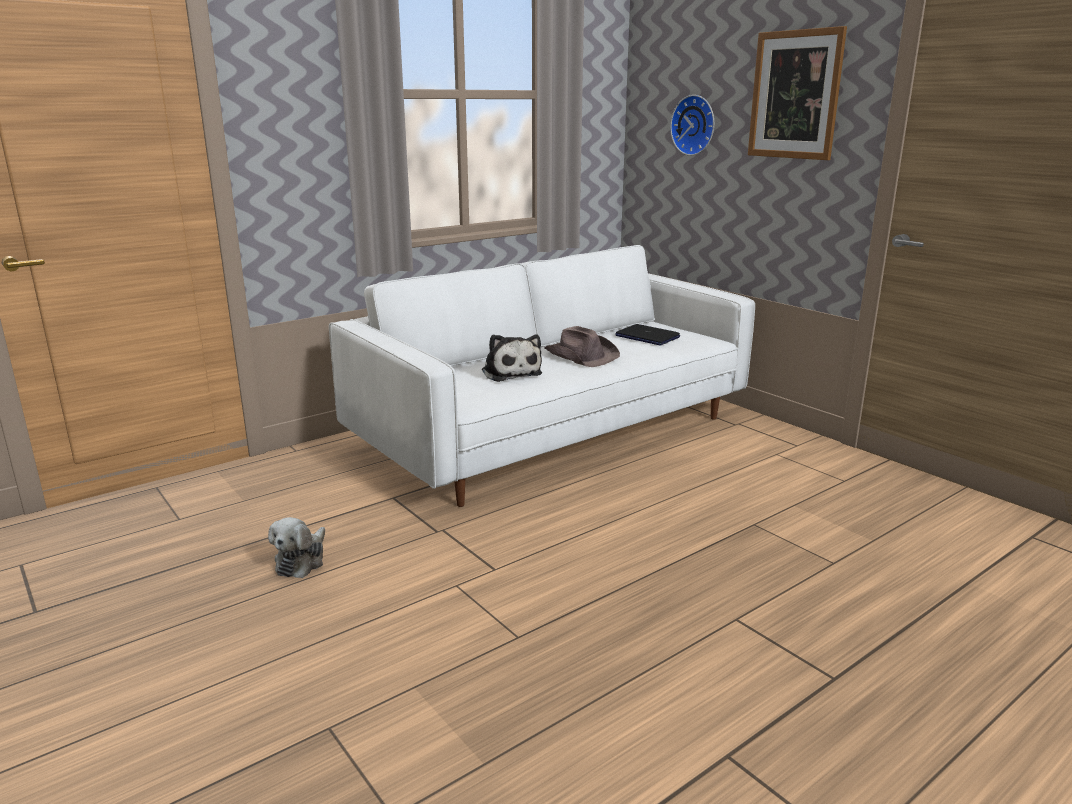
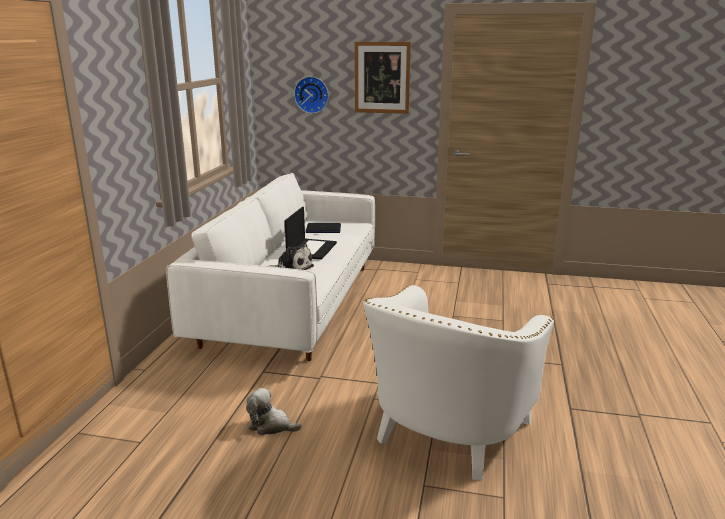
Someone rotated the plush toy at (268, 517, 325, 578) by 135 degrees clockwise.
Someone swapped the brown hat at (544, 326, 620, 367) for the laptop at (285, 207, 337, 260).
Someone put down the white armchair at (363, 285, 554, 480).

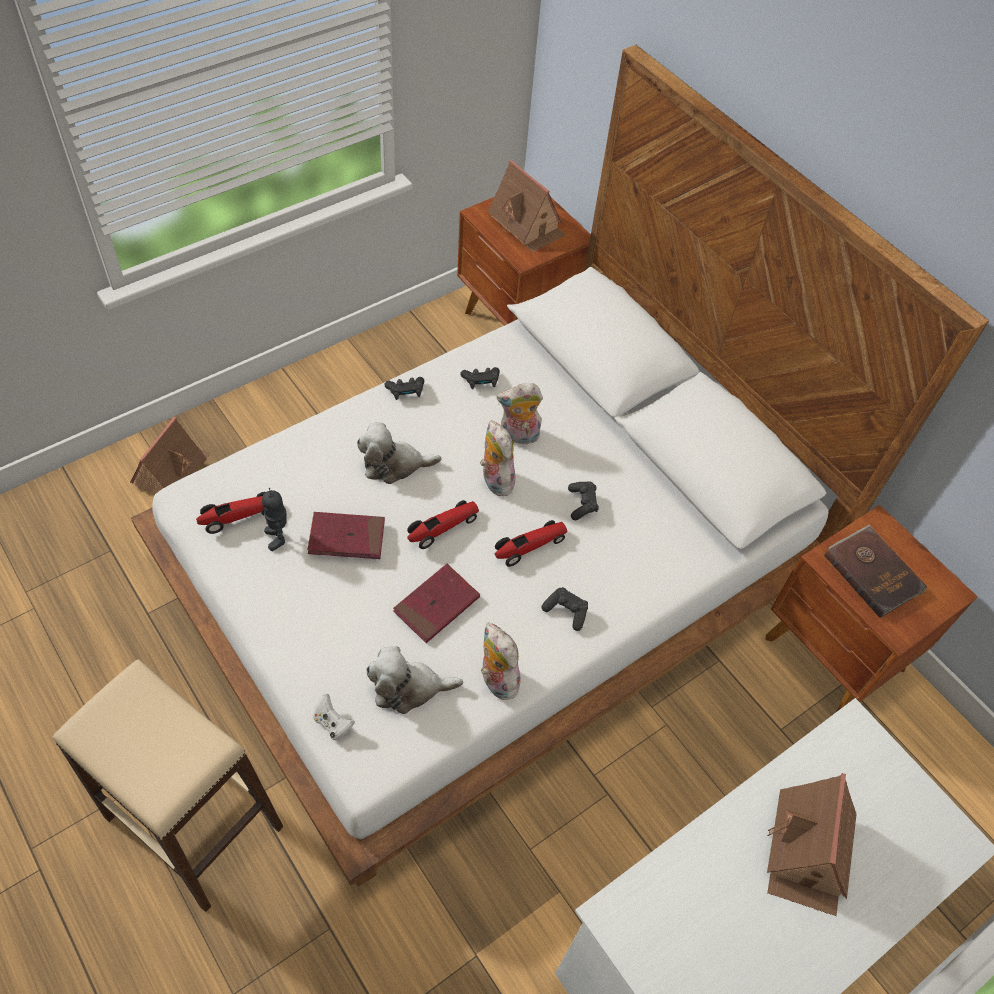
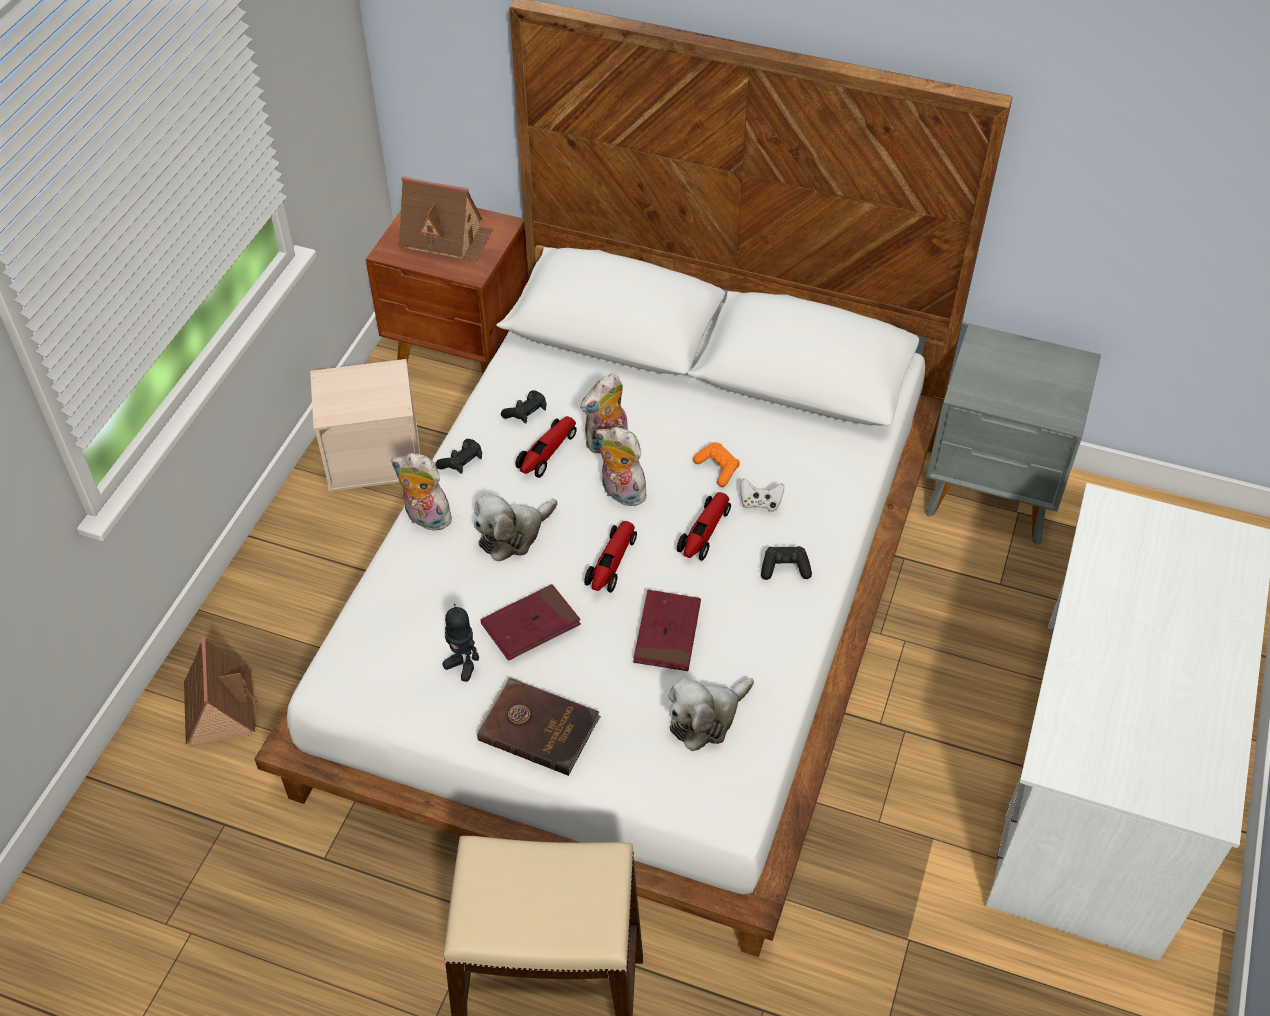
Someone carried the toy car from (196, 492, 266, 534) to (515, 416, 577, 478).
Someone carried the white game controller from (313, 694, 355, 741) to (740, 478, 784, 512).
Someone carried the plush toy from (481, 622, 521, 700) to (391, 453, 454, 531).
Someone repainted the black game controller at (568, 481, 599, 520), which became the orange game controller at (693, 442, 740, 487).
Someone repainted the brown nightstand at (766, 505, 978, 711), which became the grey nightstand at (925, 323, 1101, 545).
Someone took away the toy house at (767, 773, 857, 916).
Someone carried the brown book from (824, 525, 927, 618) to (477, 676, 601, 776).
Someone put down the beige storage box at (310, 359, 420, 492).

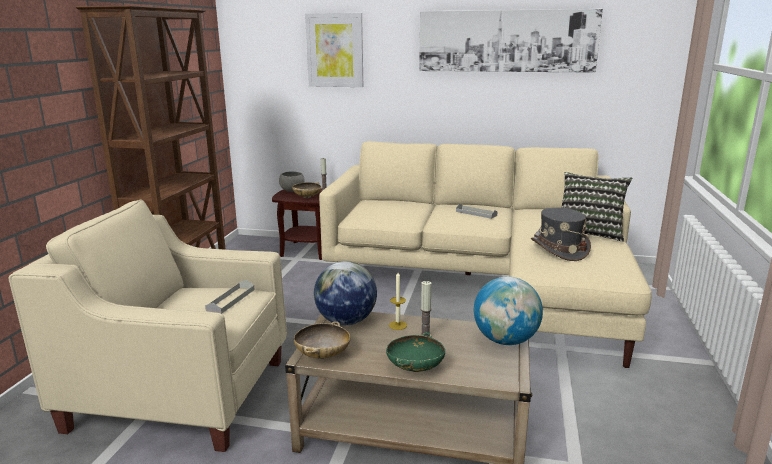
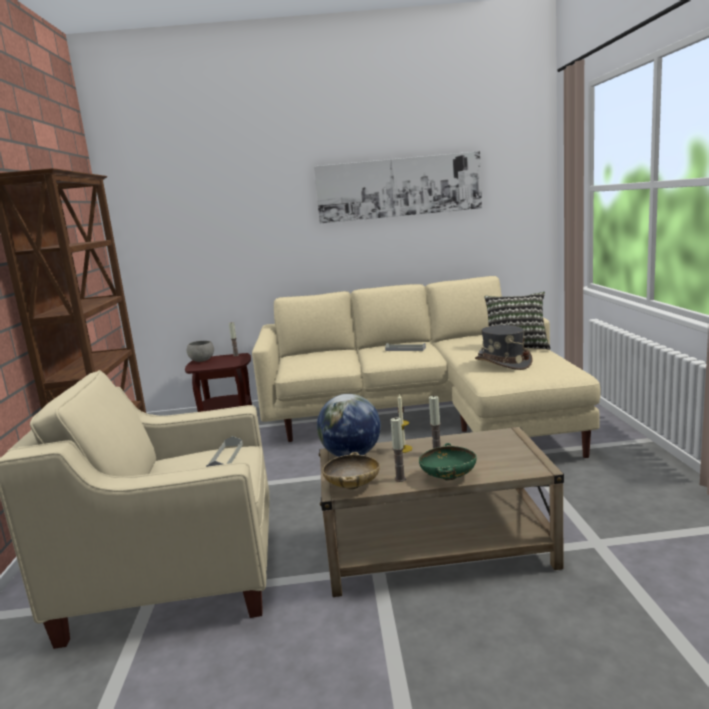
Someone took away the beige bowl at (292, 182, 322, 198).
Someone took away the picture at (305, 13, 363, 87).
Someone took away the globe at (474, 277, 543, 345).
Someone put down the candle at (391, 418, 406, 482).

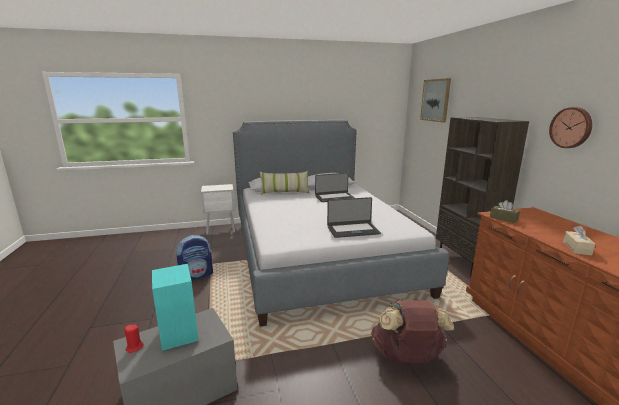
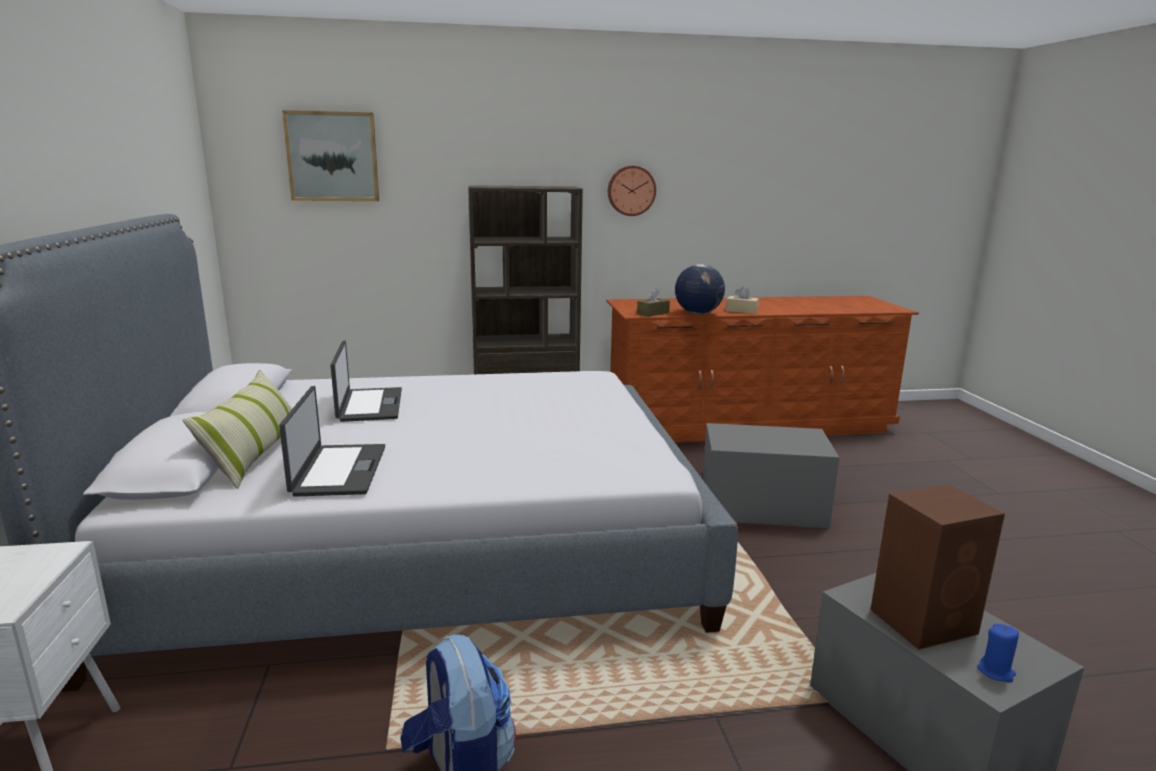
Someone repainted the red candle at (125, 324, 144, 353), which became the blue candle at (977, 624, 1019, 682).
Someone repainted the turquoise speaker at (152, 264, 199, 351), which became the brown speaker at (870, 484, 1005, 650).
Someone carried the laptop from (327, 197, 381, 238) to (279, 386, 385, 497).
Someone swapped the brown backpack at (371, 299, 454, 363) for the grey storage box at (703, 423, 840, 528).
Someone put down the globe at (675, 264, 725, 314).

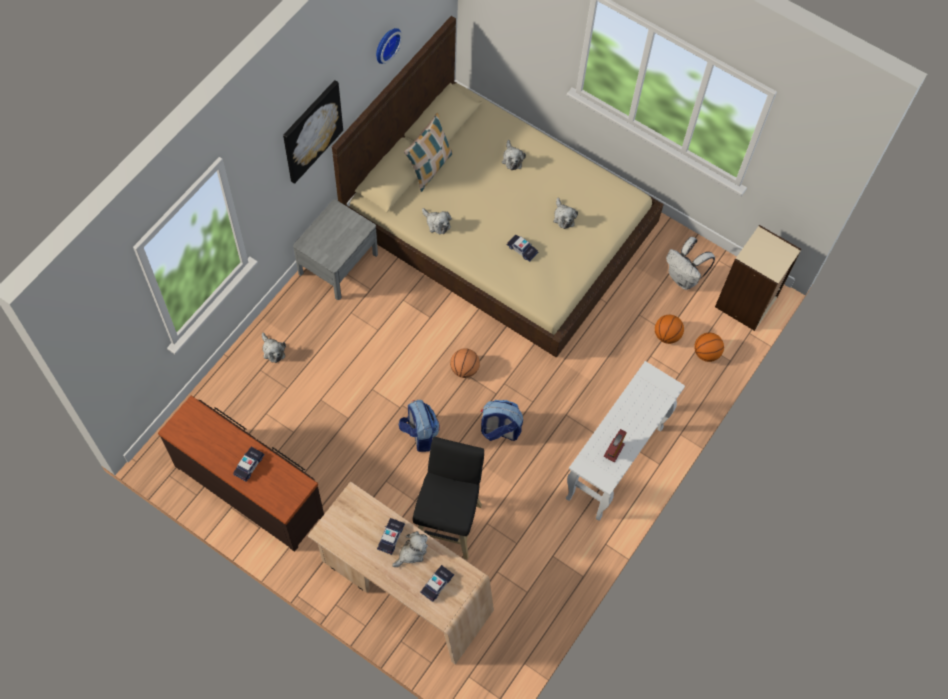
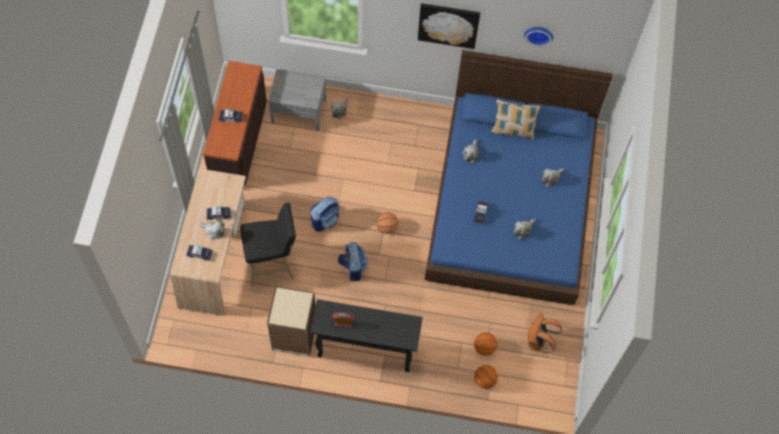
Someone carried the grey nightstand from (293, 199, 378, 300) to (269, 69, 326, 131).
Someone repainted the beige bed at (332, 16, 664, 358), which became the blue bed at (425, 50, 613, 305).
Someone repainted the white console table at (566, 361, 685, 521), which became the black console table at (310, 299, 423, 372).
Someone repainted the white backpack at (666, 237, 715, 290), which became the orange backpack at (528, 313, 562, 353).
Someone carried the beige bookcase from (715, 225, 802, 331) to (267, 287, 316, 357).

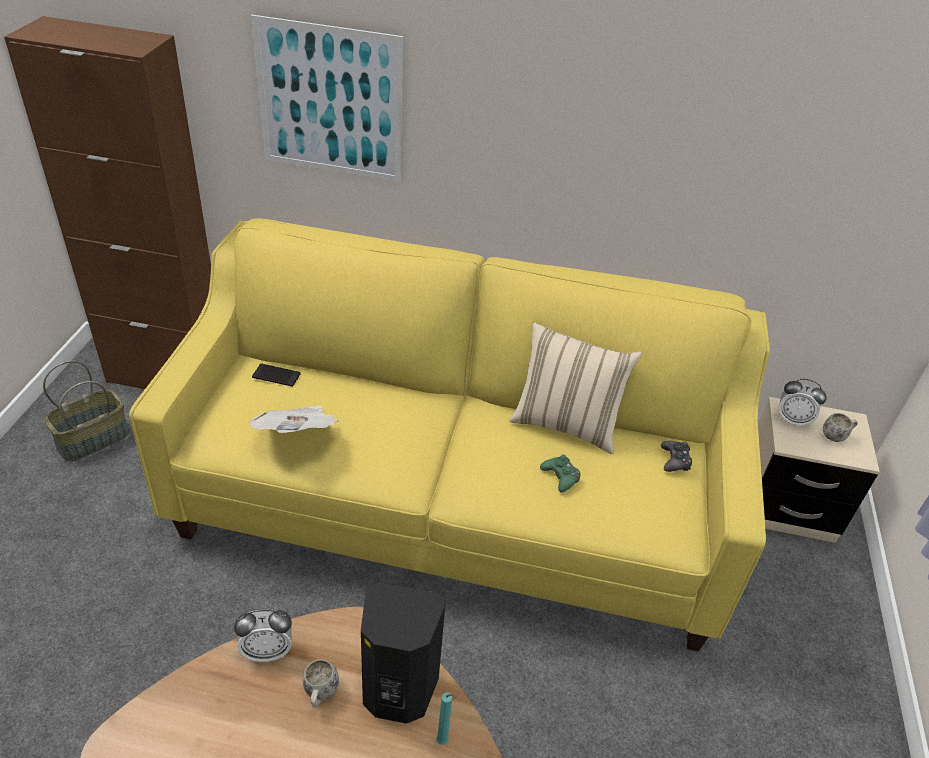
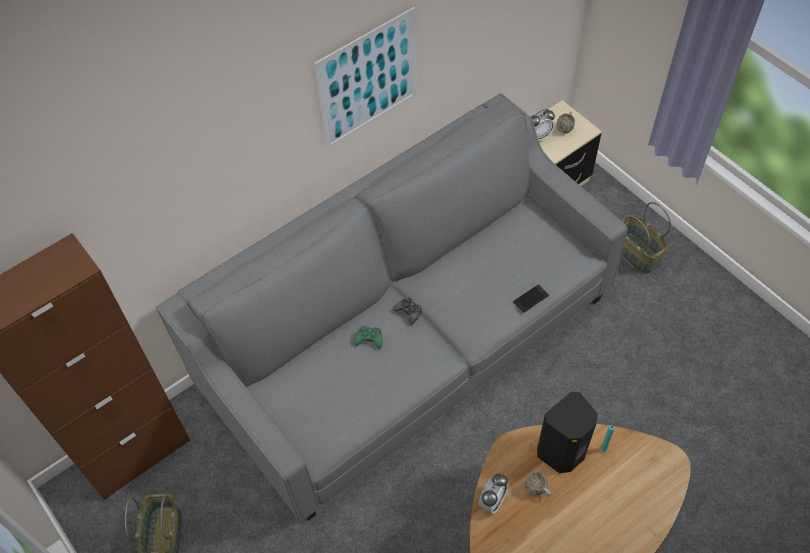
Someone repainted the yellow sofa at (129, 218, 770, 651), which became the grey sofa at (156, 93, 628, 522).
Someone took away the newspaper at (249, 405, 339, 433).
Someone carried the picture from (251, 15, 403, 182) to (314, 7, 417, 149).
Someone carried the phone from (252, 364, 301, 387) to (514, 284, 549, 313).
Someone took away the beige pillow at (509, 323, 642, 454).
Someone carried the green game controller from (540, 455, 581, 493) to (354, 326, 383, 349).
Someone carried the black game controller from (661, 441, 692, 472) to (393, 297, 422, 325).
Someone put down the basket at (622, 202, 671, 274).

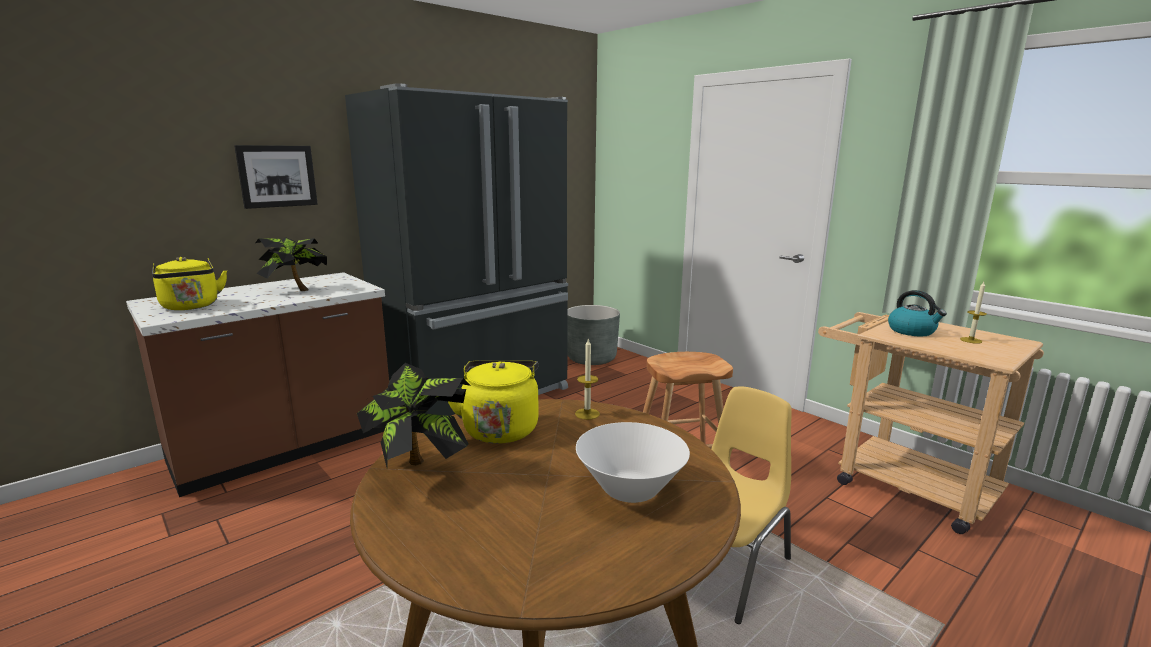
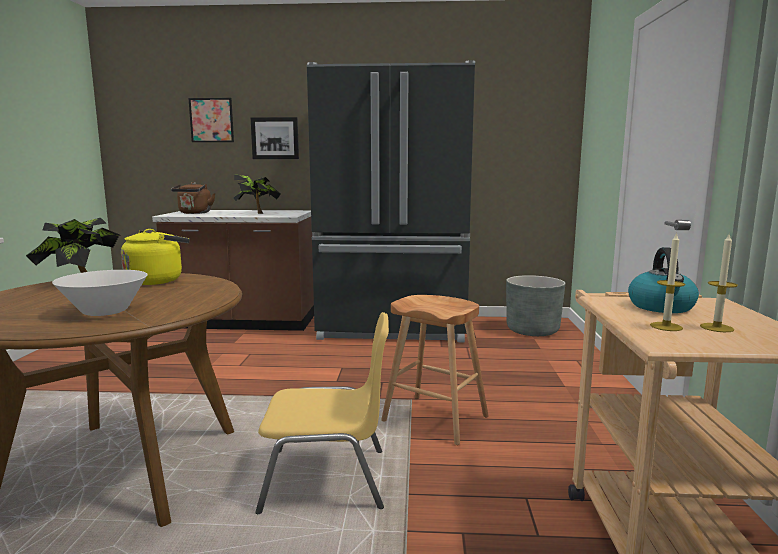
Someone repainted the yellow kettle at (152, 257, 227, 310), which became the brown kettle at (171, 182, 216, 214).
Someone carried the candle from (575, 338, 600, 420) to (650, 232, 685, 331).
Someone put up the picture at (189, 98, 234, 142).

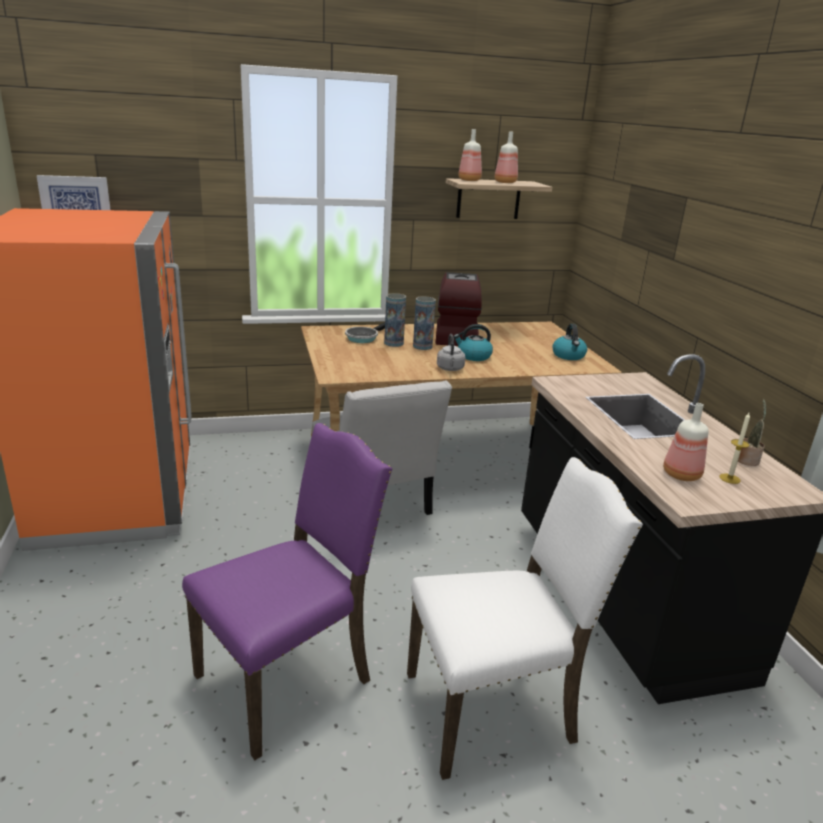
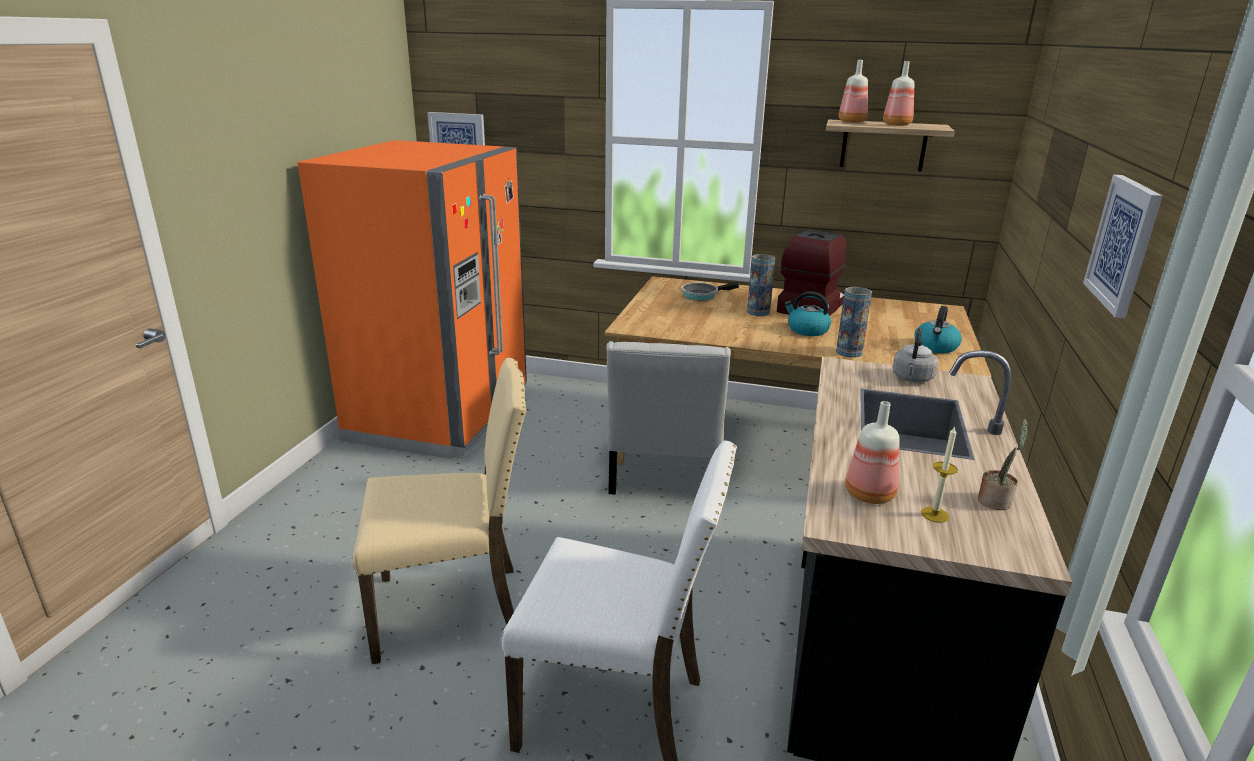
Someone repainted the purple chair at (182, 423, 392, 760), which became the beige chair at (353, 358, 527, 664).
Someone carried the vase from (384, 294, 406, 347) to (836, 287, 872, 358).
Someone carried the grey kettle from (437, 334, 465, 371) to (892, 328, 938, 382).
Someone put up the picture at (1083, 175, 1163, 318).

